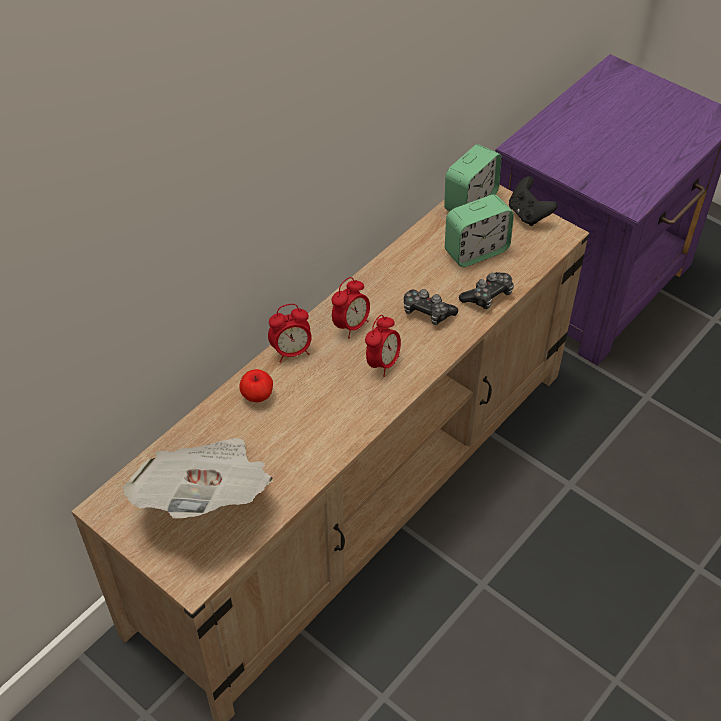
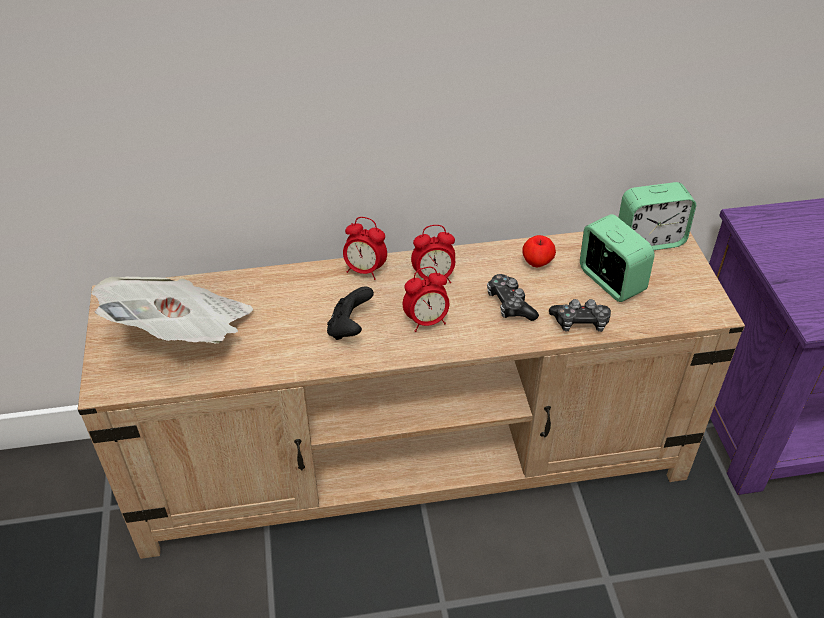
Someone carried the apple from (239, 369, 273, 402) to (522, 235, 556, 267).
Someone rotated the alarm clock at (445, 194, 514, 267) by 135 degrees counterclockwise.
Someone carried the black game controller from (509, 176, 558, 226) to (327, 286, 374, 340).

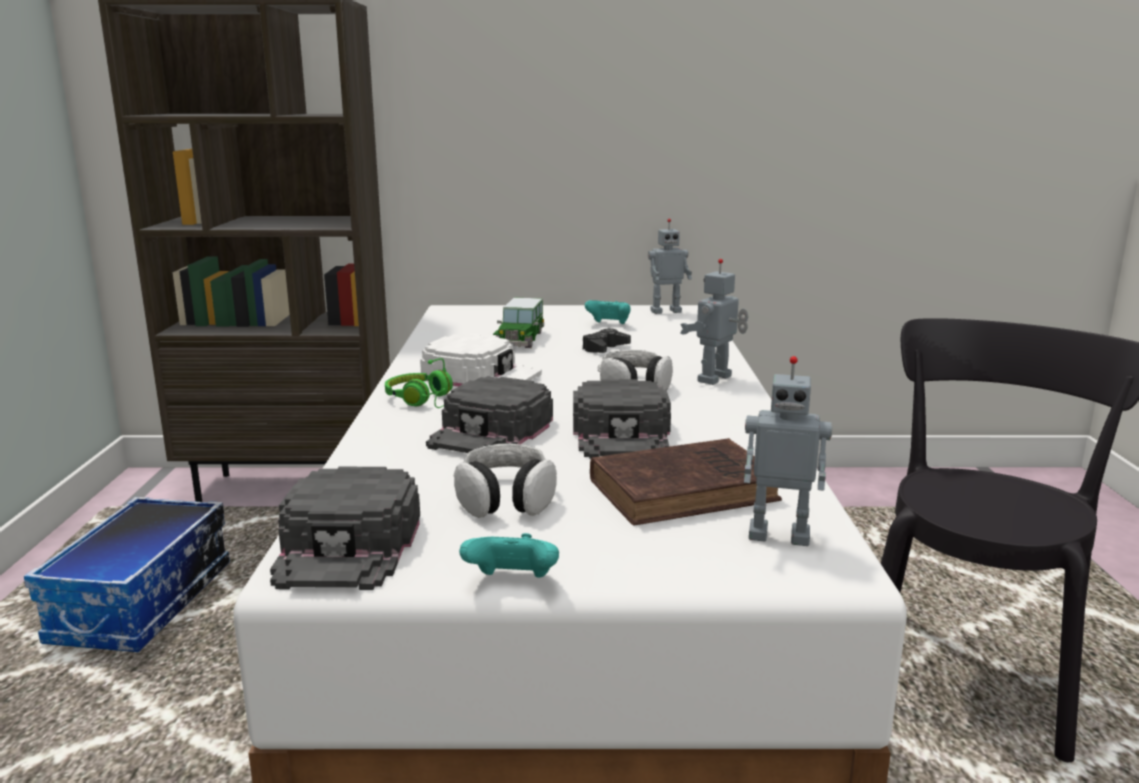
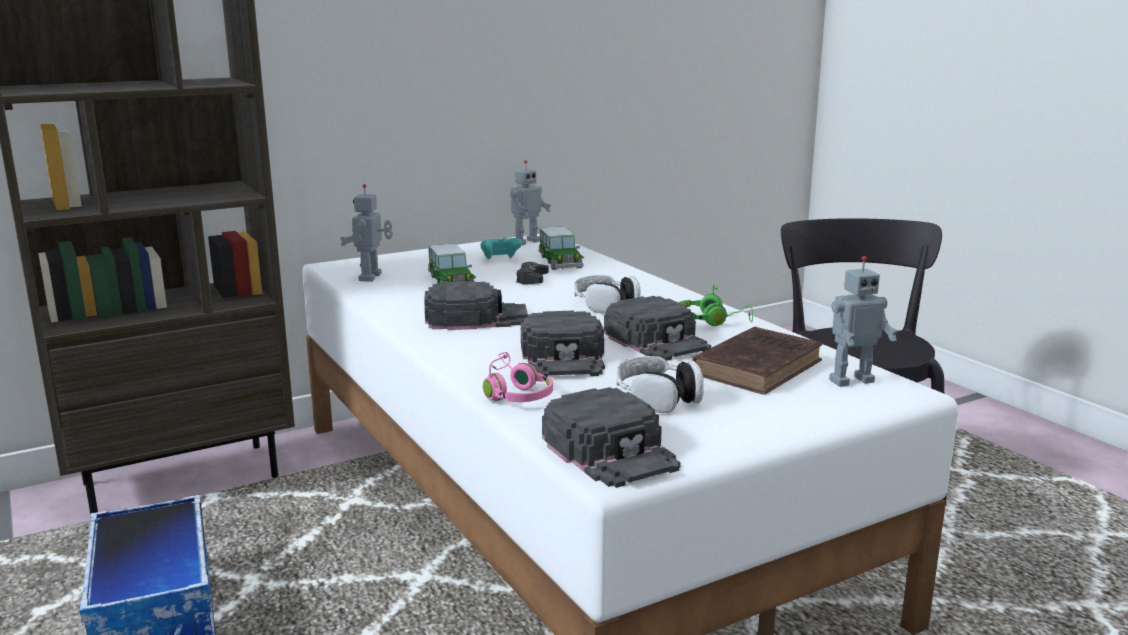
Someone carried the green headphones from (385, 358, 453, 408) to (678, 284, 753, 326).
Someone repainted the white cap at (420, 334, 542, 387), which became the black cap at (424, 281, 528, 330).
Someone took away the turquoise game controller at (459, 533, 559, 578).
Someone carried the toy robot from (680, 259, 749, 385) to (340, 184, 393, 282).
Someone put down the pink headphones at (483, 352, 553, 402).
Someone put down the toy car at (539, 226, 584, 270).

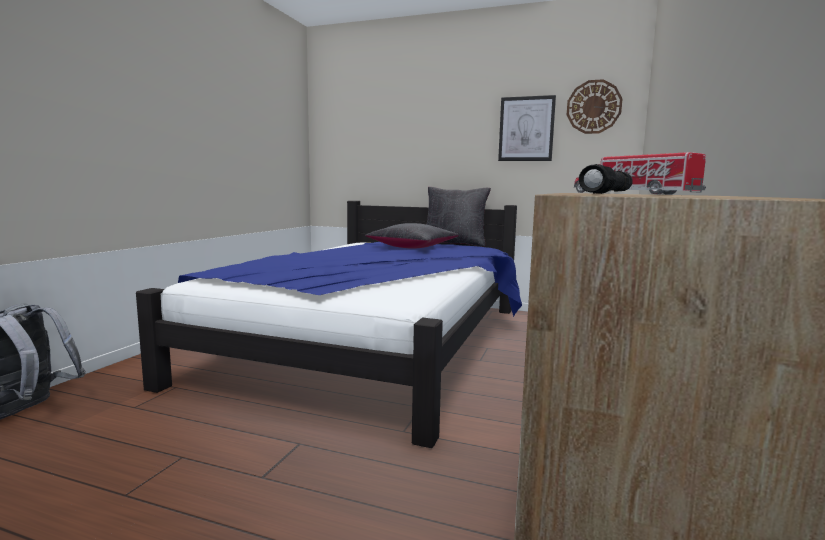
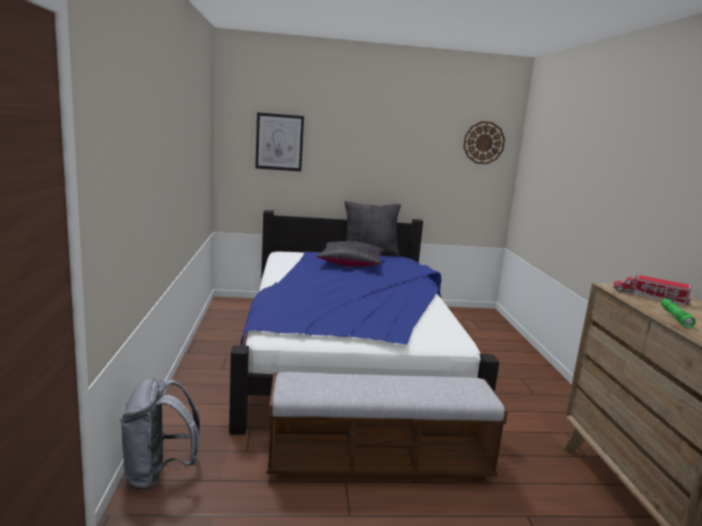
Someone carried the picture from (498, 95, 556, 161) to (255, 112, 304, 172).
Someone repainted the black flashlight at (579, 164, 633, 194), which became the green flashlight at (661, 299, 696, 328).
Someone put down the bench at (267, 372, 508, 481).

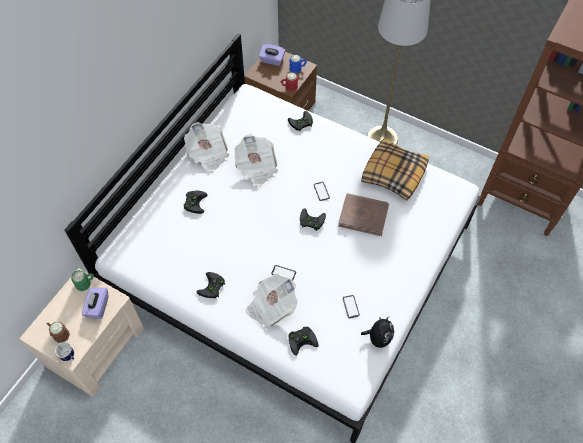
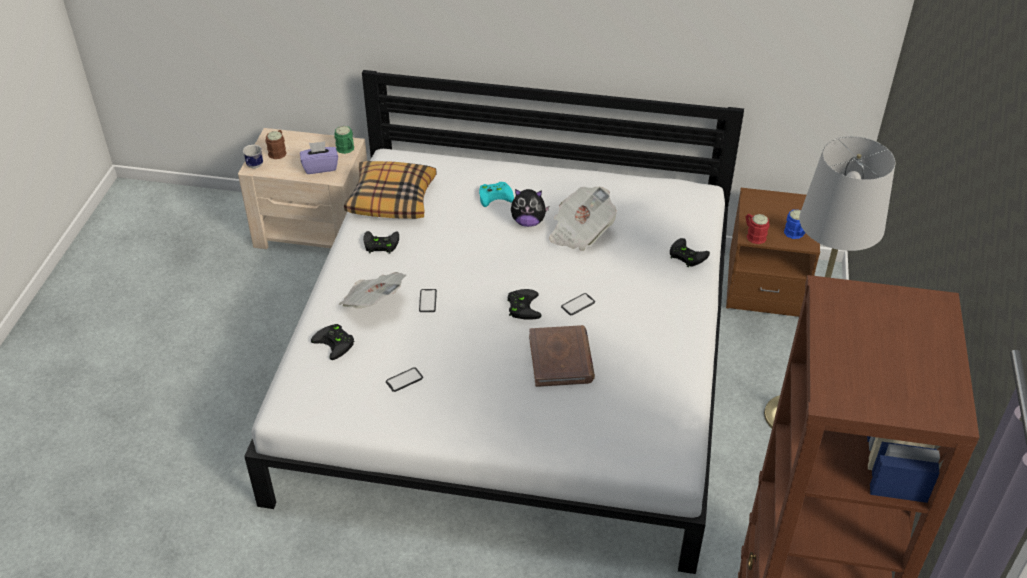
Someone took away the newspaper at (184, 122, 229, 172).
Someone repainted the black game controller at (184, 191, 207, 214), which became the turquoise game controller at (479, 182, 514, 207).
Someone took away the purple tissue box at (259, 44, 285, 66).
Someone carried the pillow from (361, 138, 429, 200) to (344, 161, 437, 219).
Someone carried the plush toy from (361, 317, 394, 348) to (511, 189, 549, 227).

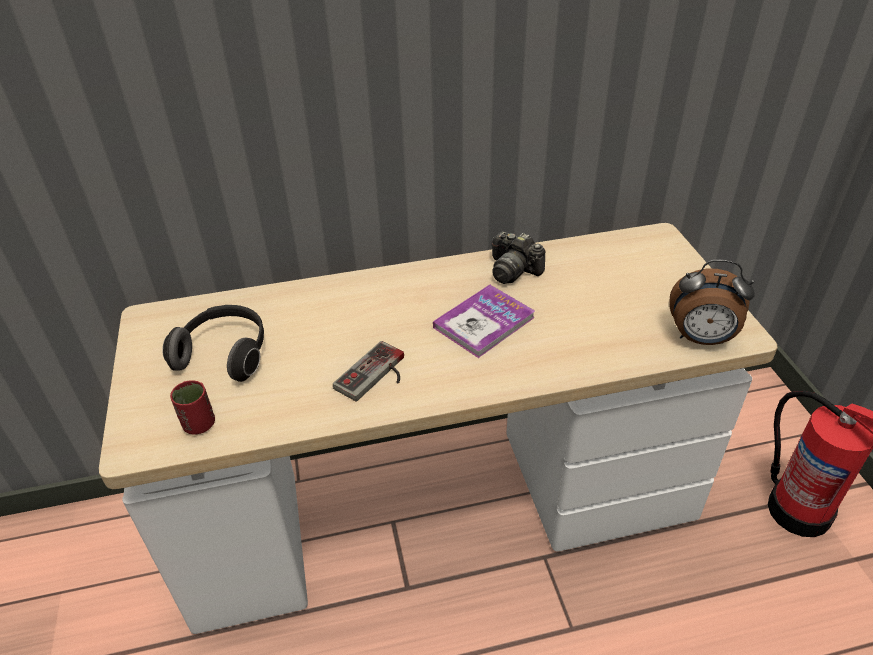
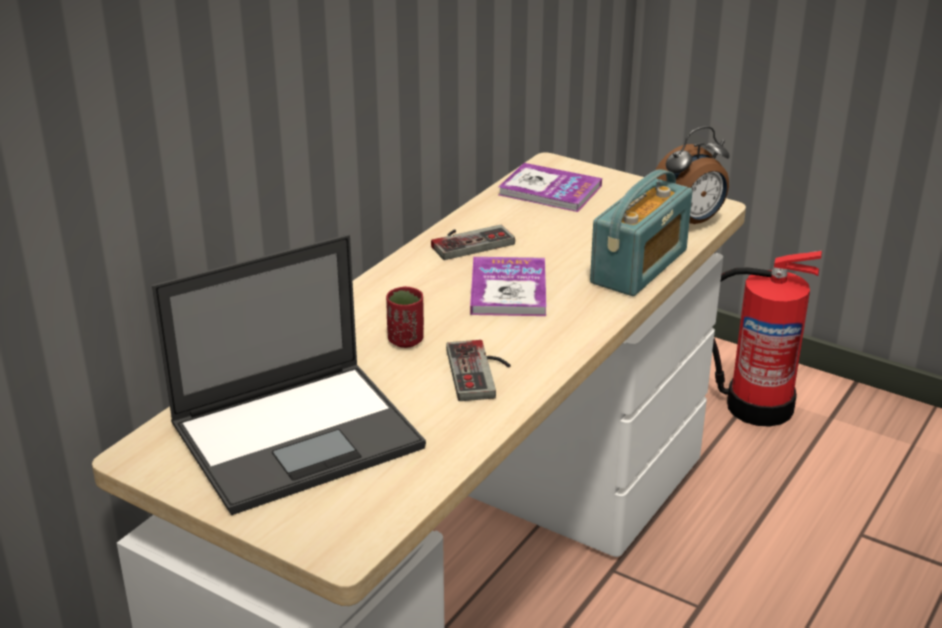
Someone swapped the headphones at (162, 305, 264, 382) for the laptop at (152, 234, 426, 515).
Someone carried the red cup from (170, 380, 215, 435) to (386, 286, 424, 348).
Someone swapped the photo camera at (492, 231, 546, 284) for the game controller at (431, 225, 515, 260).
Someone put down the book at (498, 163, 602, 212).
Someone put down the radio at (590, 169, 692, 296).

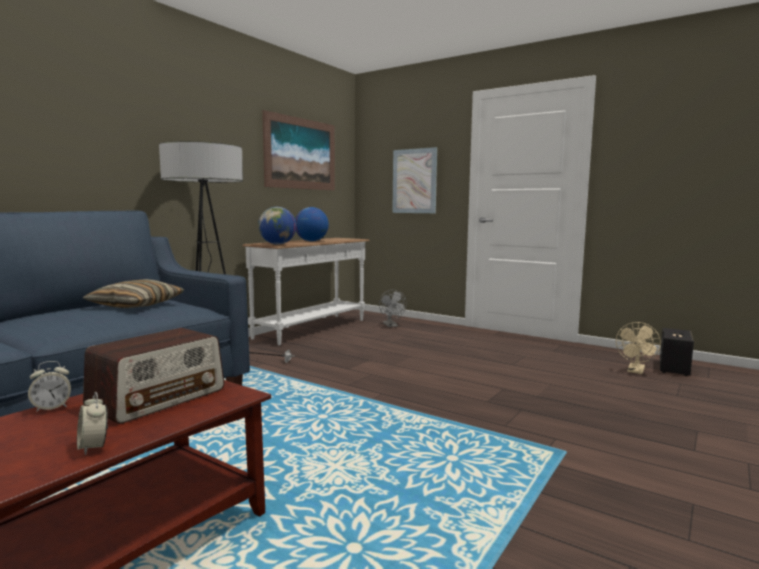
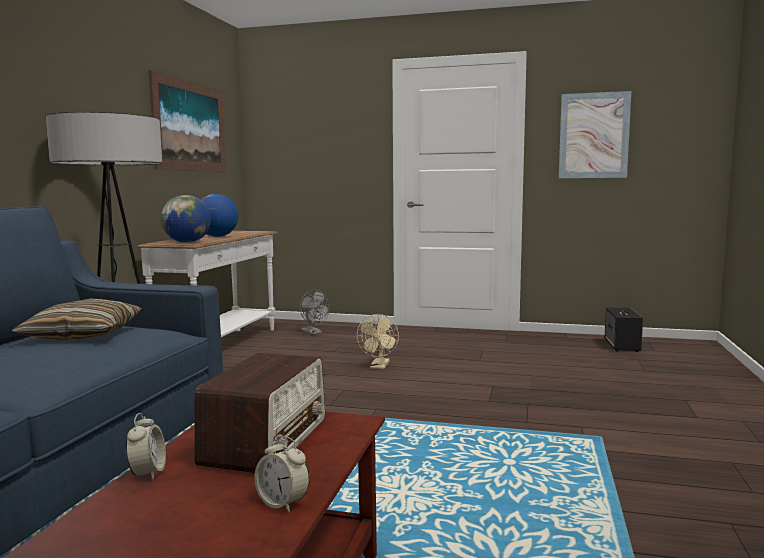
Someone rotated the alarm clock at (28, 361, 71, 412) by 45 degrees counterclockwise.
Someone carried the picture from (392, 147, 437, 213) to (559, 91, 631, 178).
Someone carried the beige fan from (616, 322, 661, 374) to (357, 314, 399, 369).

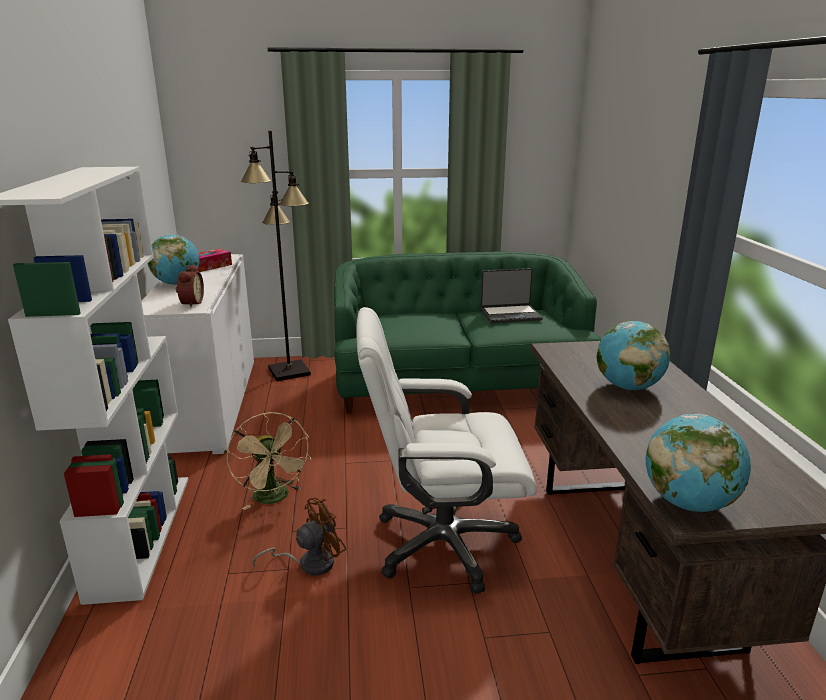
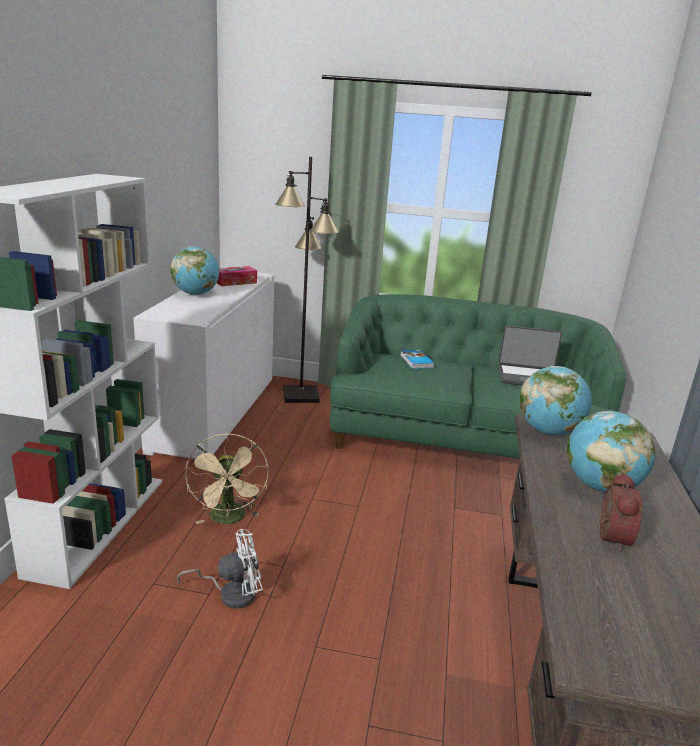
Someone carried the alarm clock from (176, 264, 204, 308) to (598, 473, 642, 552).
Someone repainted the brown fan at (252, 498, 346, 576), which became the white fan at (177, 529, 263, 609).
Someone took away the white office chair at (356, 307, 537, 594).
Someone carried the globe from (646, 414, 751, 512) to (519, 366, 592, 436).
Someone put down the book at (400, 350, 434, 369).

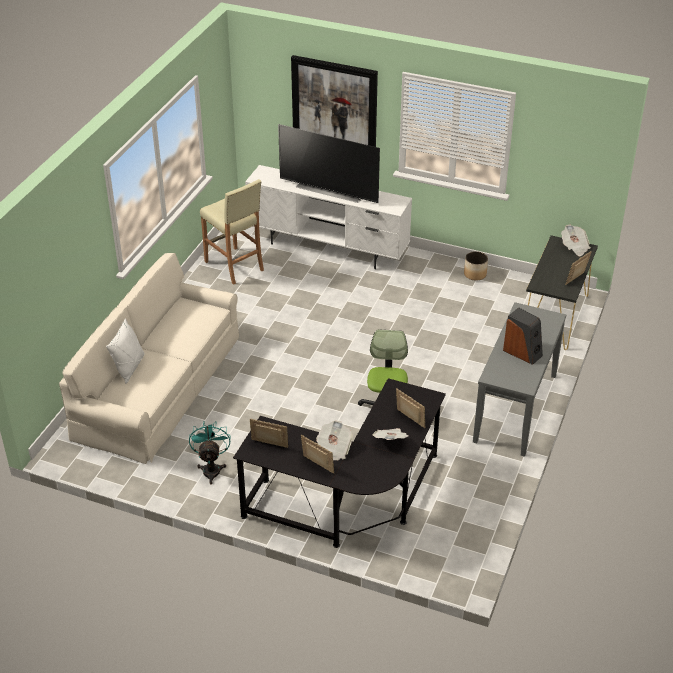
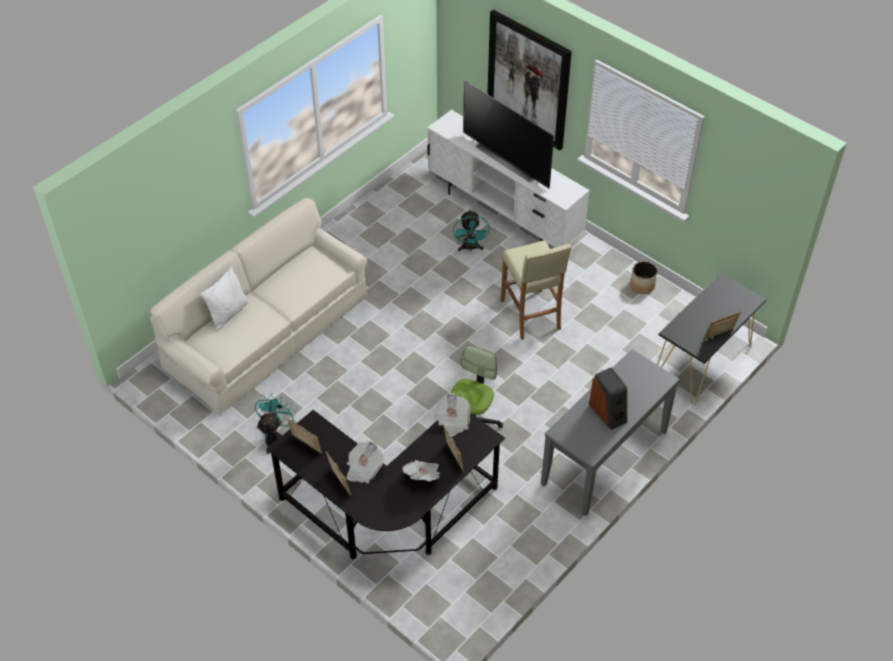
Someone carried the beige stool from (200, 179, 264, 285) to (501, 240, 572, 340).
Someone carried the newspaper from (561, 224, 591, 256) to (435, 393, 471, 437).
Someone put down the turquoise fan at (453, 210, 490, 251).

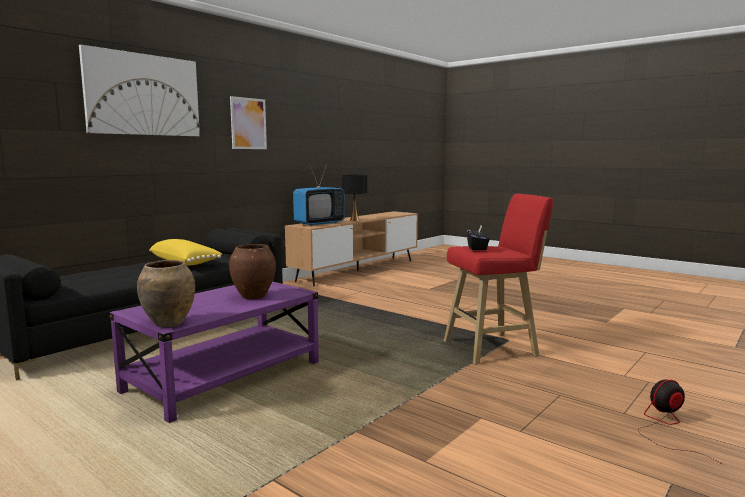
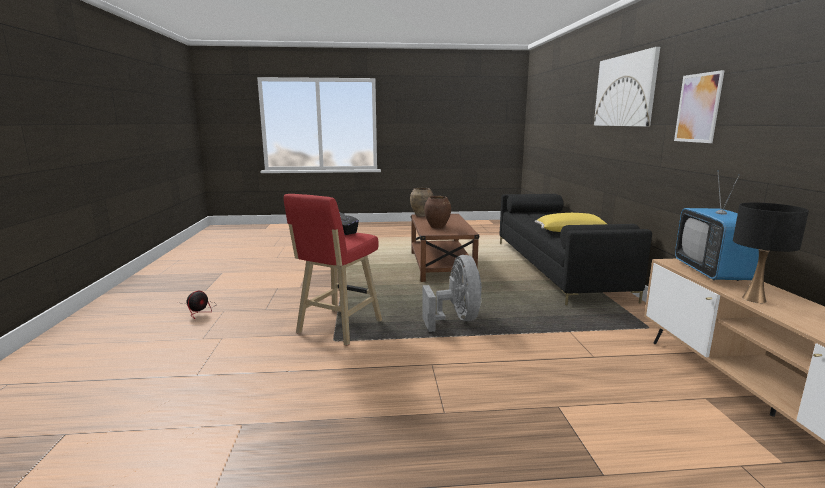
Someone repainted the purple coffee table at (109, 282, 319, 423), which became the brown coffee table at (411, 214, 479, 282).
Someone put down the grey fan at (422, 255, 482, 332).

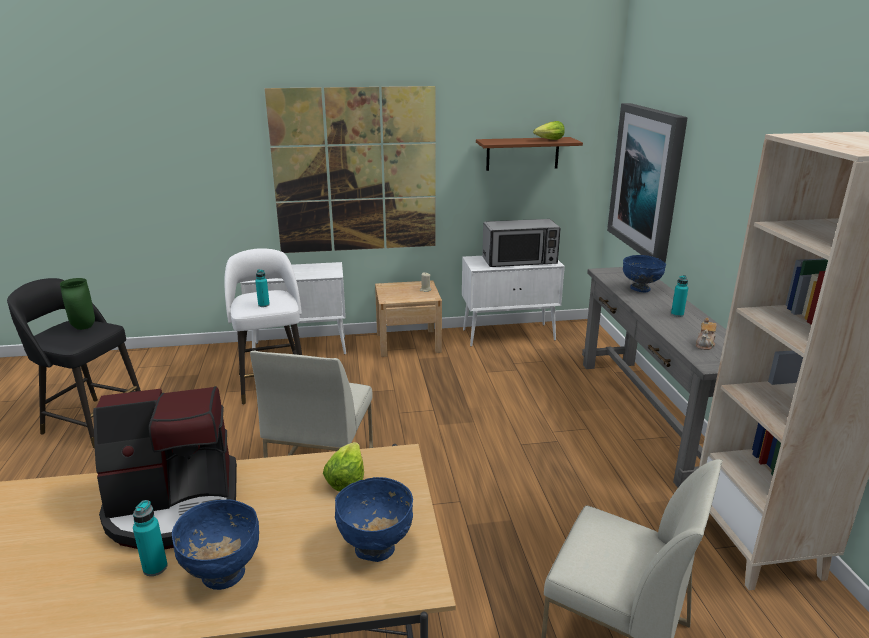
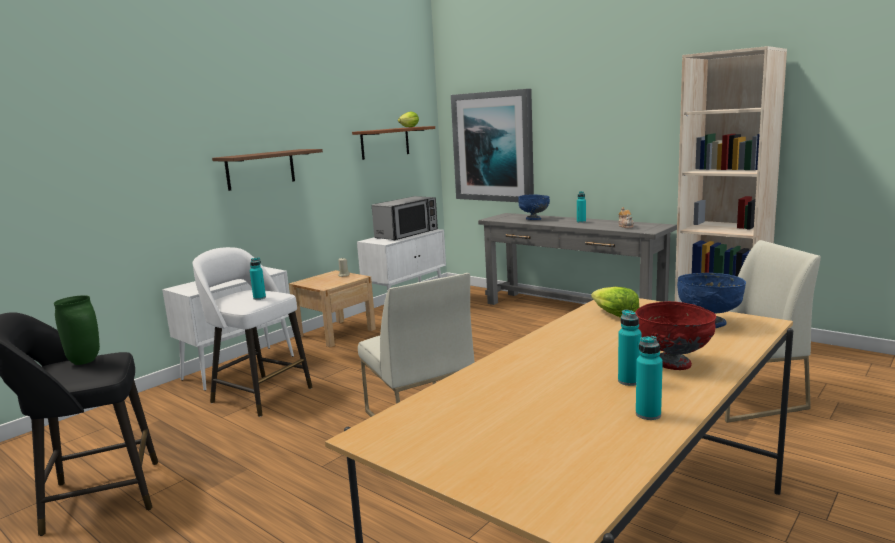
Someone took away the coffee machine at (93, 386, 237, 549).
Someone repainted the blue bowl at (172, 499, 259, 590), which became the red bowl at (635, 301, 716, 370).
Someone swapped the picture at (265, 86, 435, 253) for the brown shelf at (212, 149, 323, 191).
Someone put down the turquoise bottle at (636, 336, 663, 420).

